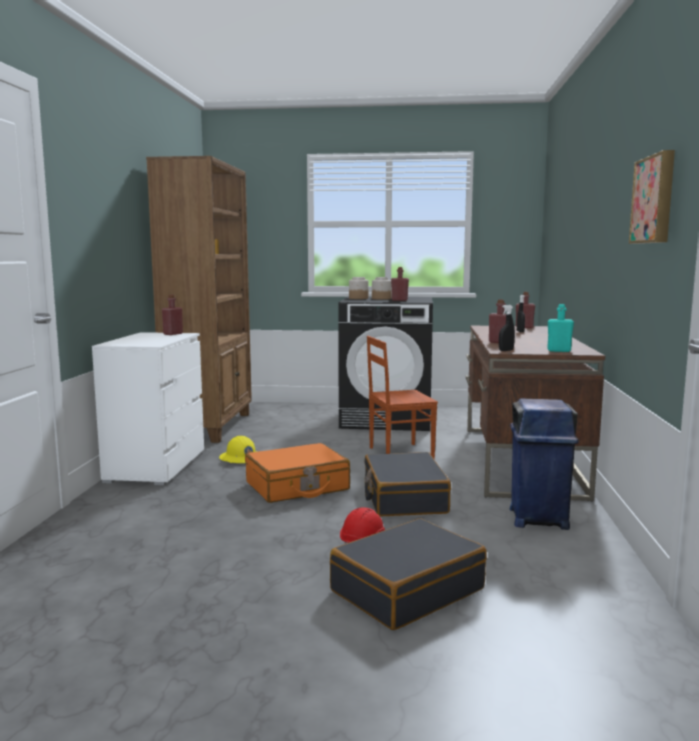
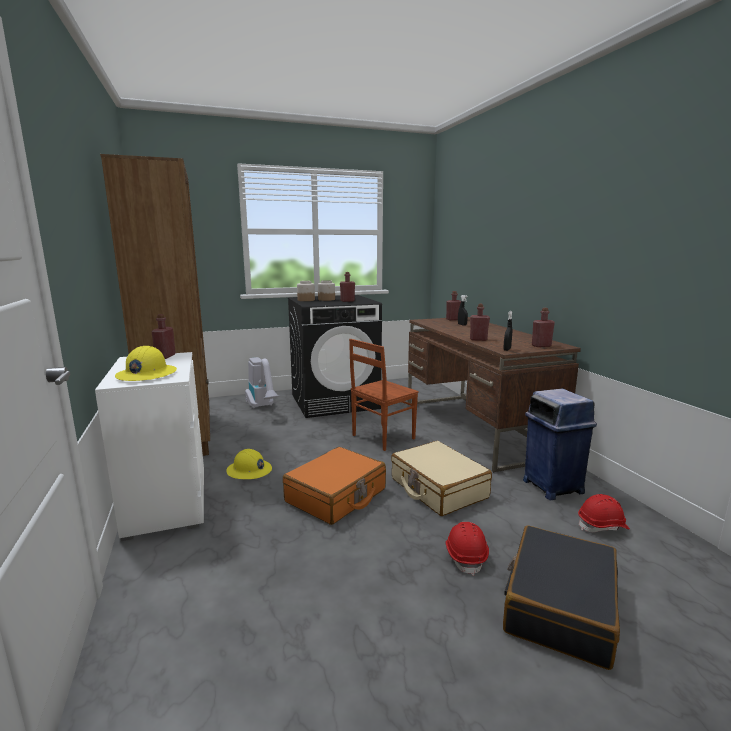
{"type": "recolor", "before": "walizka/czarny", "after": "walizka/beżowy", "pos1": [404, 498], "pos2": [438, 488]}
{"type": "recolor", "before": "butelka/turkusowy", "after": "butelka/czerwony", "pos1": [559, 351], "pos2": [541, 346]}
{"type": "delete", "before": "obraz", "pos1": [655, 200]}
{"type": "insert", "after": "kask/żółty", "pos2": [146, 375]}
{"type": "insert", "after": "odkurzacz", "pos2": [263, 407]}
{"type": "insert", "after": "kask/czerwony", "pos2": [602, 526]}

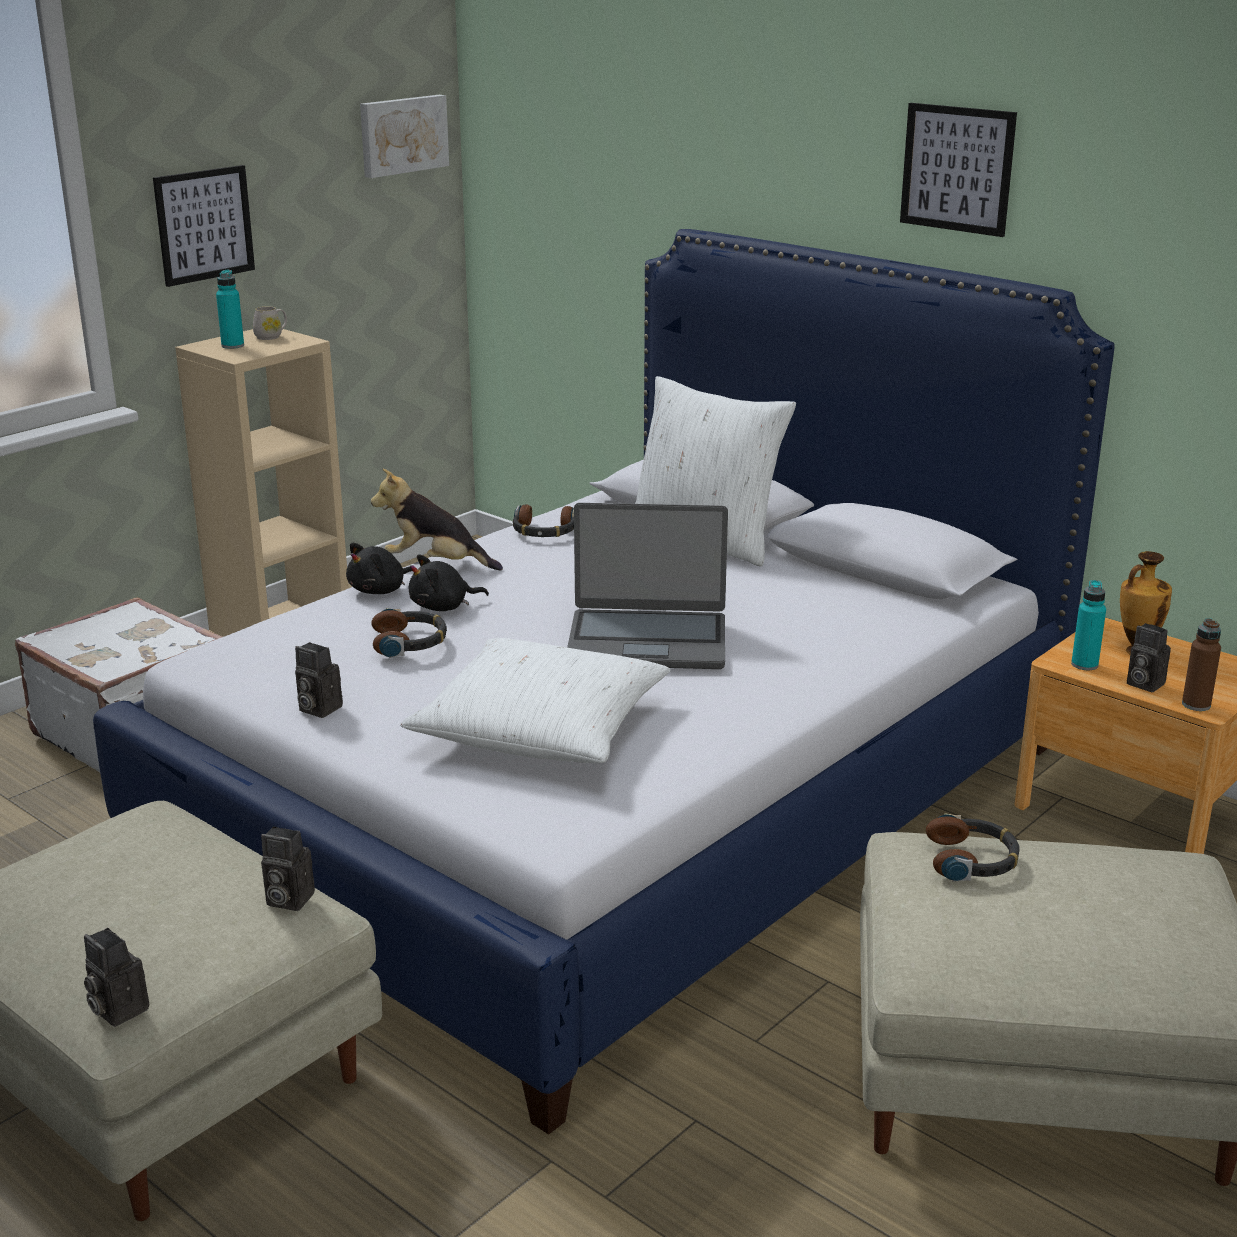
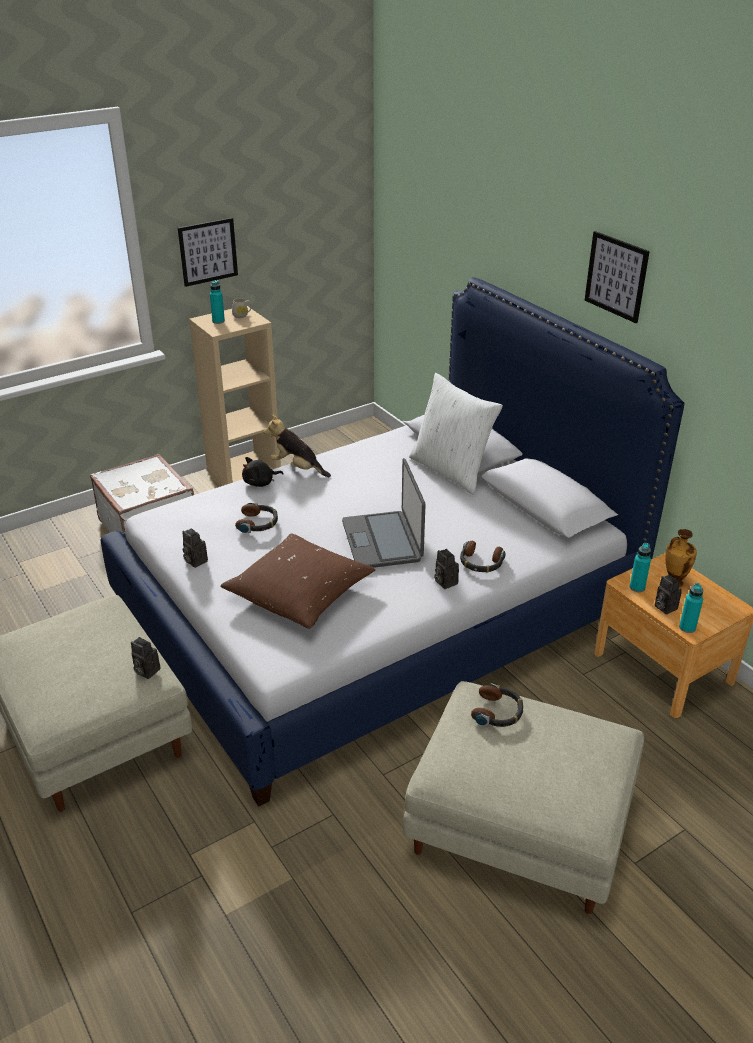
{"type": "move", "before": "aparat fotograficzny", "pos1": [116, 1009], "pos2": [444, 582]}
{"type": "delete", "before": "obraz", "pos1": [402, 135]}
{"type": "recolor", "before": "poduszka/biały", "after": "poduszka/brązowy", "pos1": [541, 728], "pos2": [300, 593]}
{"type": "delete", "before": "pluszak/czarny", "pos1": [443, 607]}
{"type": "move", "before": "słuchawki", "pos1": [544, 531], "pos2": [480, 563]}
{"type": "rotate", "before": "laptop", "pos1": [647, 641], "pos2": [382, 541], "turn": 60}
{"type": "recolor", "before": "butelka/brązowy", "after": "butelka/turkusowy", "pos1": [1196, 705], "pos2": [687, 628]}

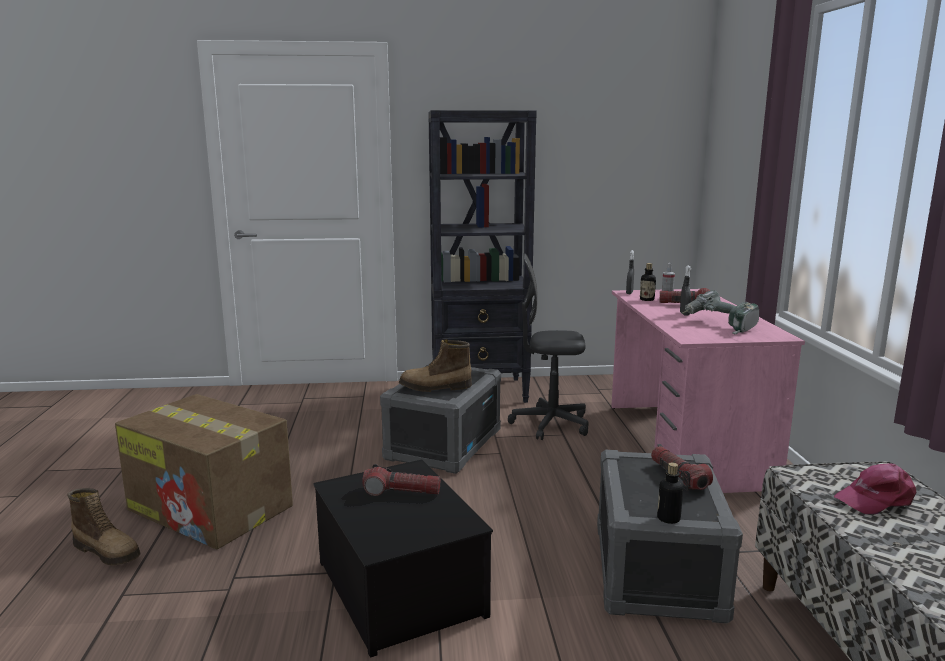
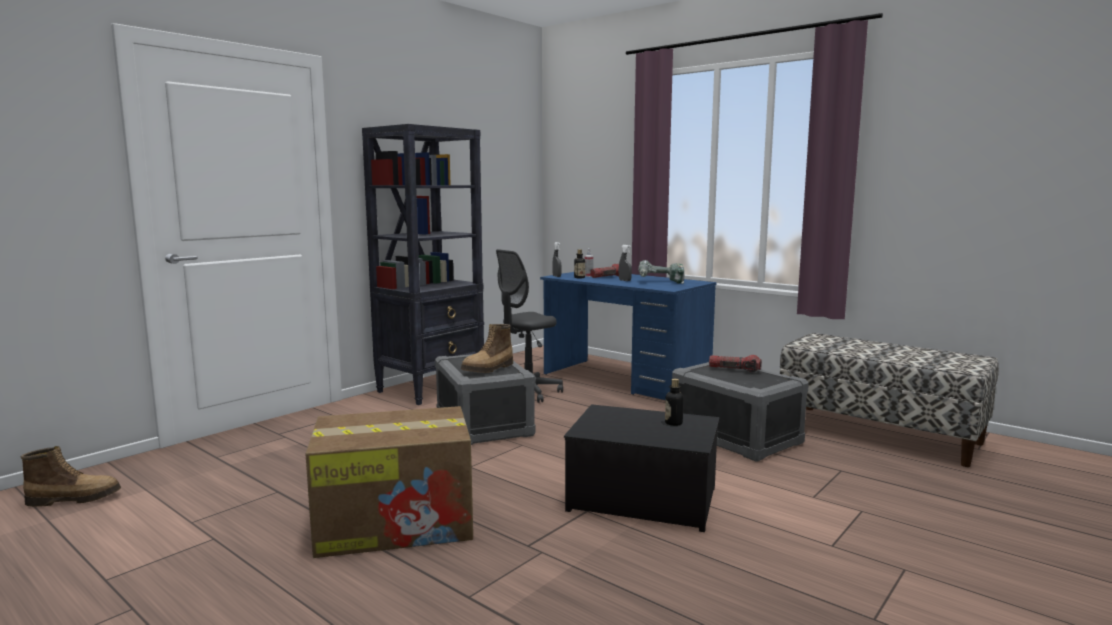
{"type": "move", "before": "but z cholewką", "pos1": [108, 552], "pos2": [75, 499]}
{"type": "delete", "before": "latarka", "pos1": [401, 492]}
{"type": "recolor", "before": "biurko/różowy", "after": "biurko/niebieski", "pos1": [685, 444], "pos2": [624, 380]}
{"type": "move", "before": "butelka", "pos1": [668, 518], "pos2": [673, 423]}
{"type": "delete", "before": "czapka z daszkiem/różowy", "pos1": [875, 499]}

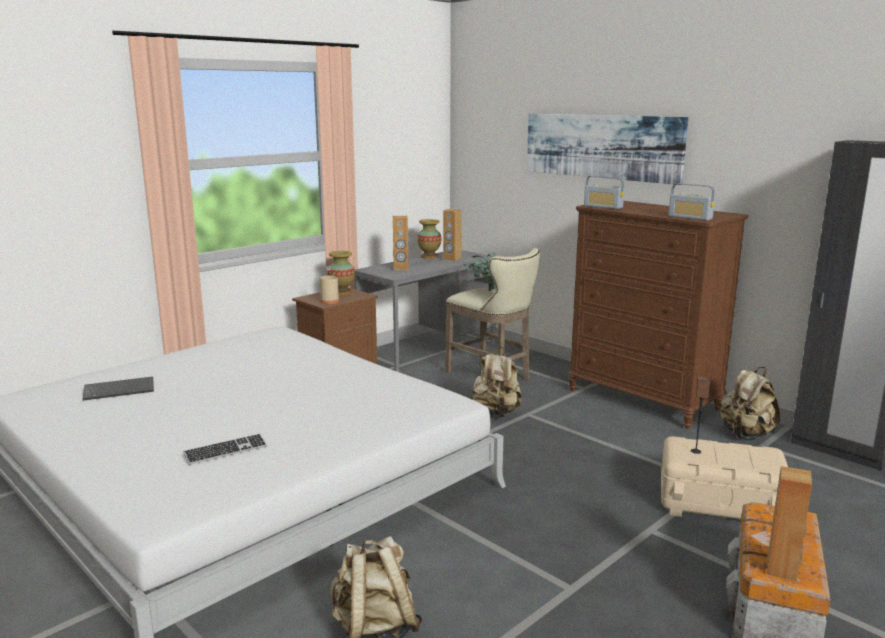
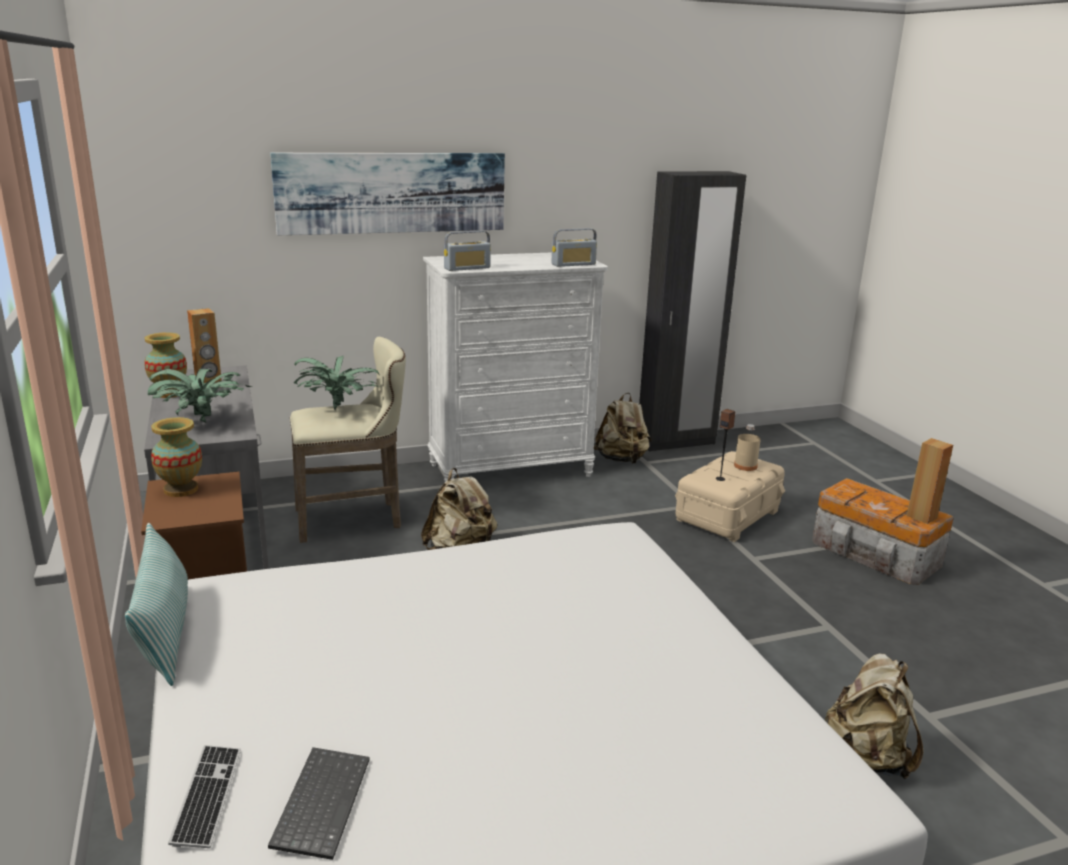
{"type": "move", "before": "klawiatura", "pos1": [226, 451], "pos2": [207, 797]}
{"type": "move", "before": "butelka/beżowy", "pos1": [329, 301], "pos2": [745, 466]}
{"type": "replace", "before": "głośnik/brązowy", "after": "roślina doniczkowa", "pos1": [400, 268], "pos2": [202, 421]}
{"type": "recolor", "before": "komoda/brązowy", "after": "komoda/biały", "pos1": [643, 399], "pos2": [510, 470]}
{"type": "insert", "after": "poduszka", "pos2": [165, 633]}

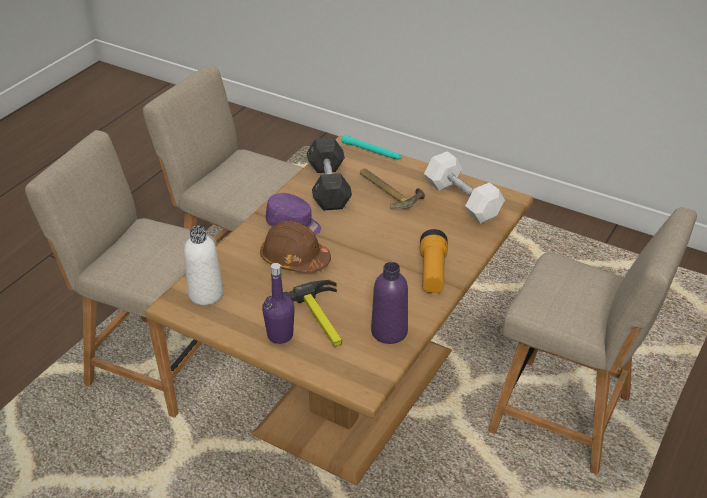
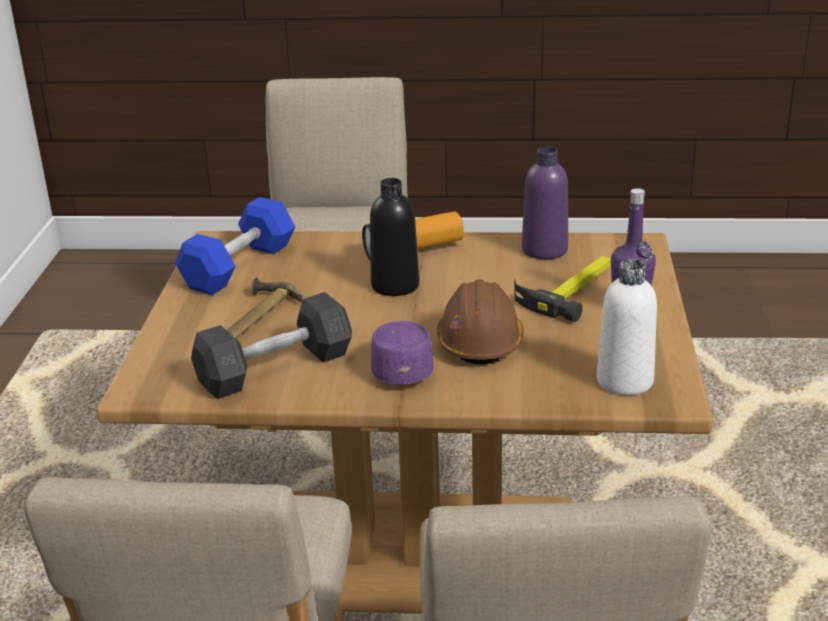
{"type": "delete", "before": "latarka/turkusowy", "pos1": [371, 151]}
{"type": "recolor", "before": "hantel/biały", "after": "hantel/niebieski", "pos1": [462, 200], "pos2": [239, 266]}
{"type": "insert", "after": "butelka/czarny", "pos2": [395, 286]}

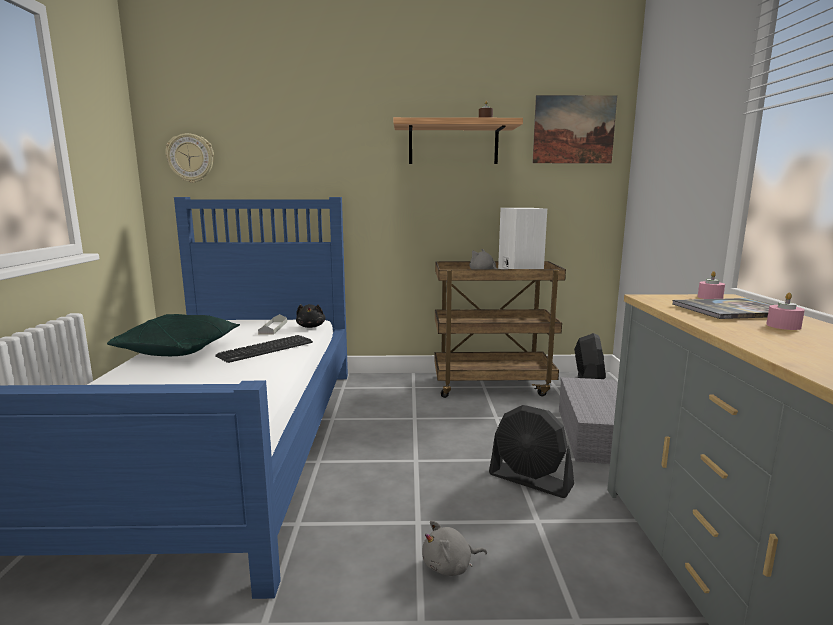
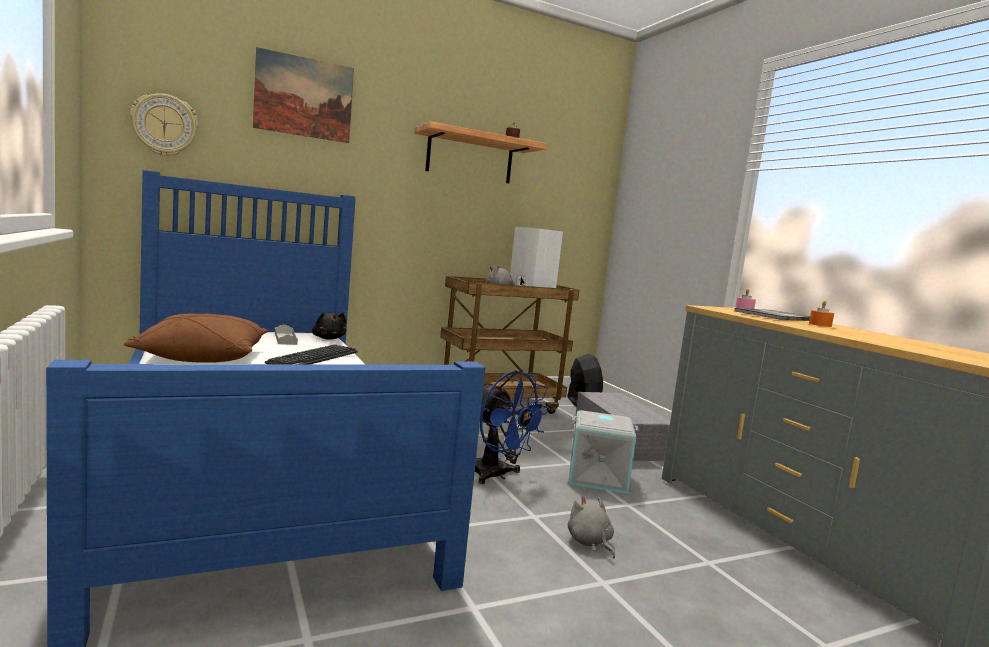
{"type": "recolor", "before": "poduszka/zielony", "after": "poduszka/brązowy", "pos1": [179, 349], "pos2": [203, 357]}
{"type": "rotate", "before": "pluszak/szary", "pos1": [450, 566], "pos2": [590, 543], "turn": 105}
{"type": "replace", "before": "wentylator/czarny", "after": "pojemnik do przechowywania/szary", "pos1": [530, 480], "pos2": [598, 477]}
{"type": "move", "before": "obraz", "pos1": [573, 130], "pos2": [304, 97]}
{"type": "recolor", "before": "świeca/różowy", "after": "świeca/pomarańczowy", "pos1": [783, 326], "pos2": [820, 325]}
{"type": "insert", "after": "wentylator/niebieski", "pos2": [496, 475]}

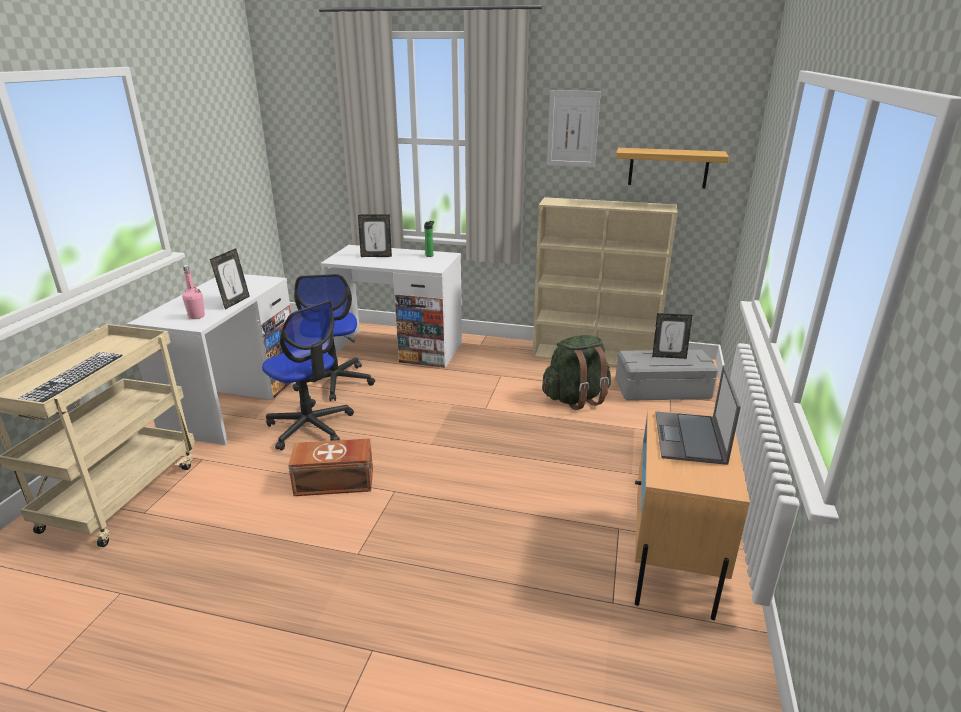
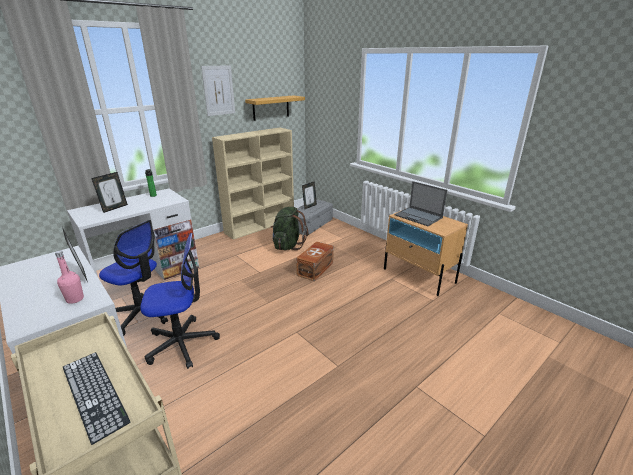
{"type": "move", "before": "pojemnik do przechowywania/brązowy", "pos1": [335, 482], "pos2": [316, 268]}

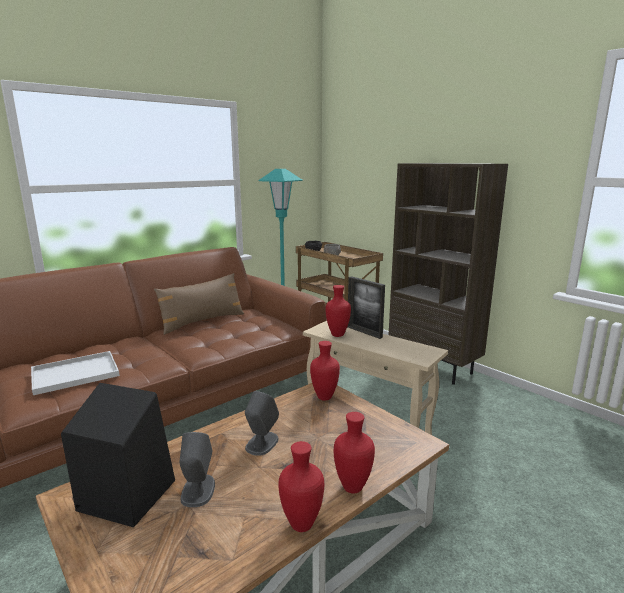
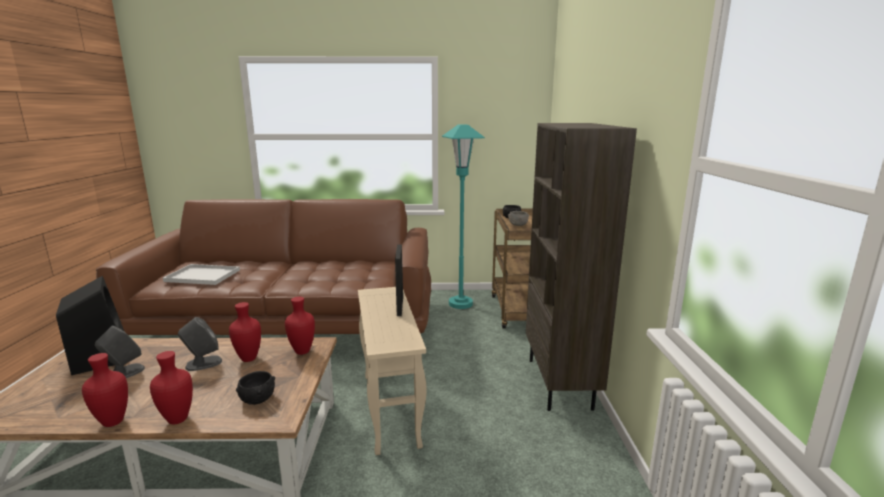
{"type": "delete", "before": "poduszka/brązowy", "pos1": [202, 321]}
{"type": "move", "before": "wazon/czerwony", "pos1": [337, 335], "pos2": [247, 359]}
{"type": "insert", "after": "miska/czarny", "pos2": [257, 398]}

